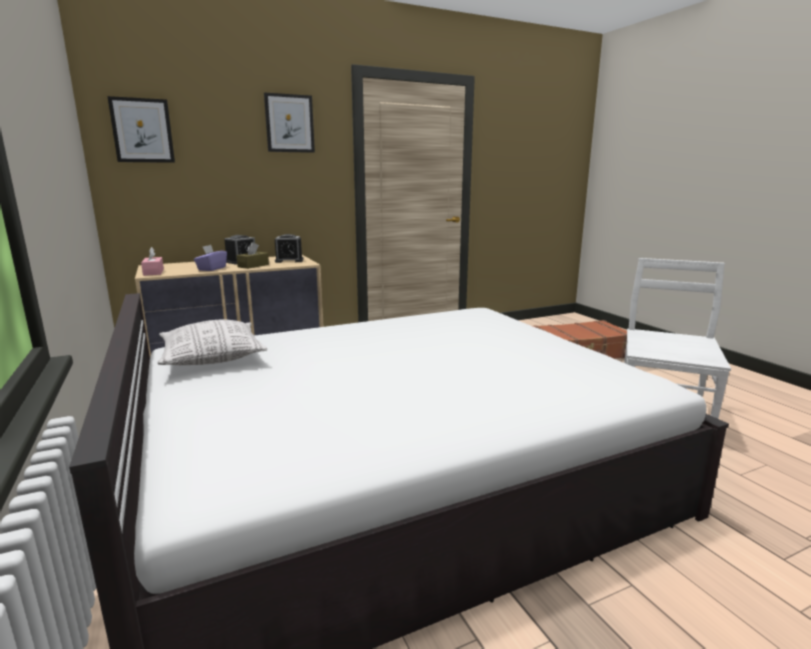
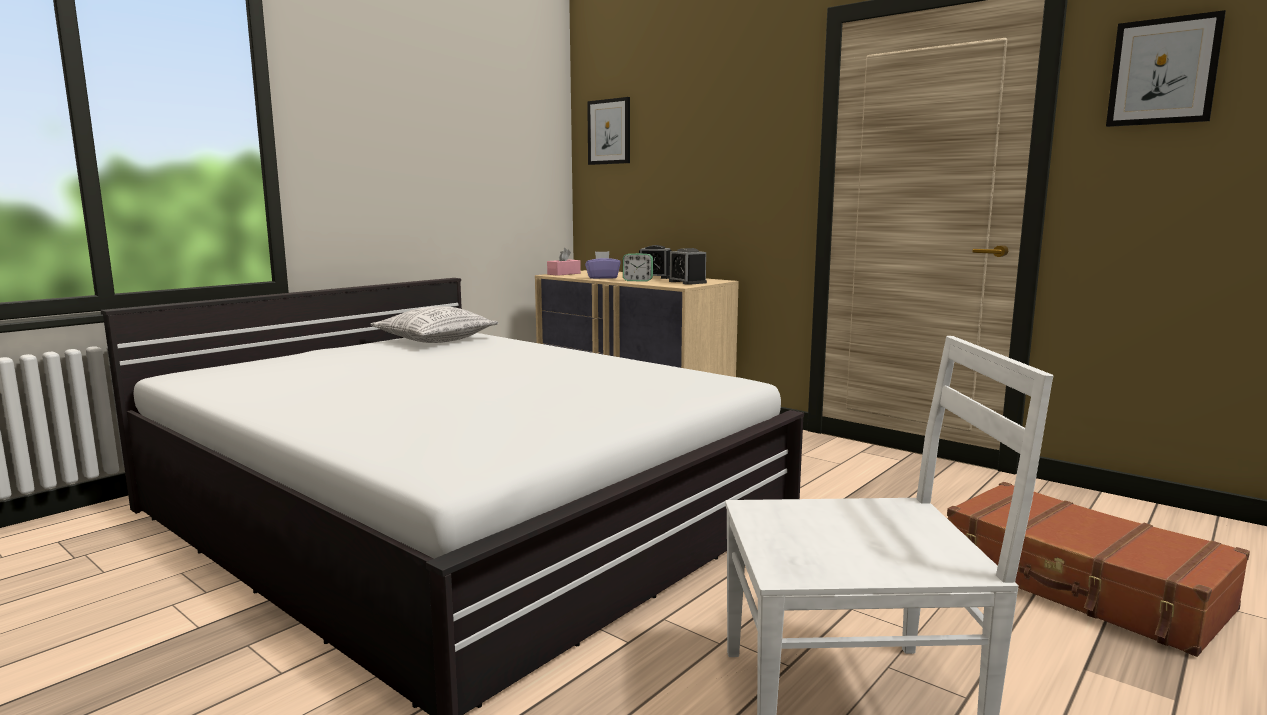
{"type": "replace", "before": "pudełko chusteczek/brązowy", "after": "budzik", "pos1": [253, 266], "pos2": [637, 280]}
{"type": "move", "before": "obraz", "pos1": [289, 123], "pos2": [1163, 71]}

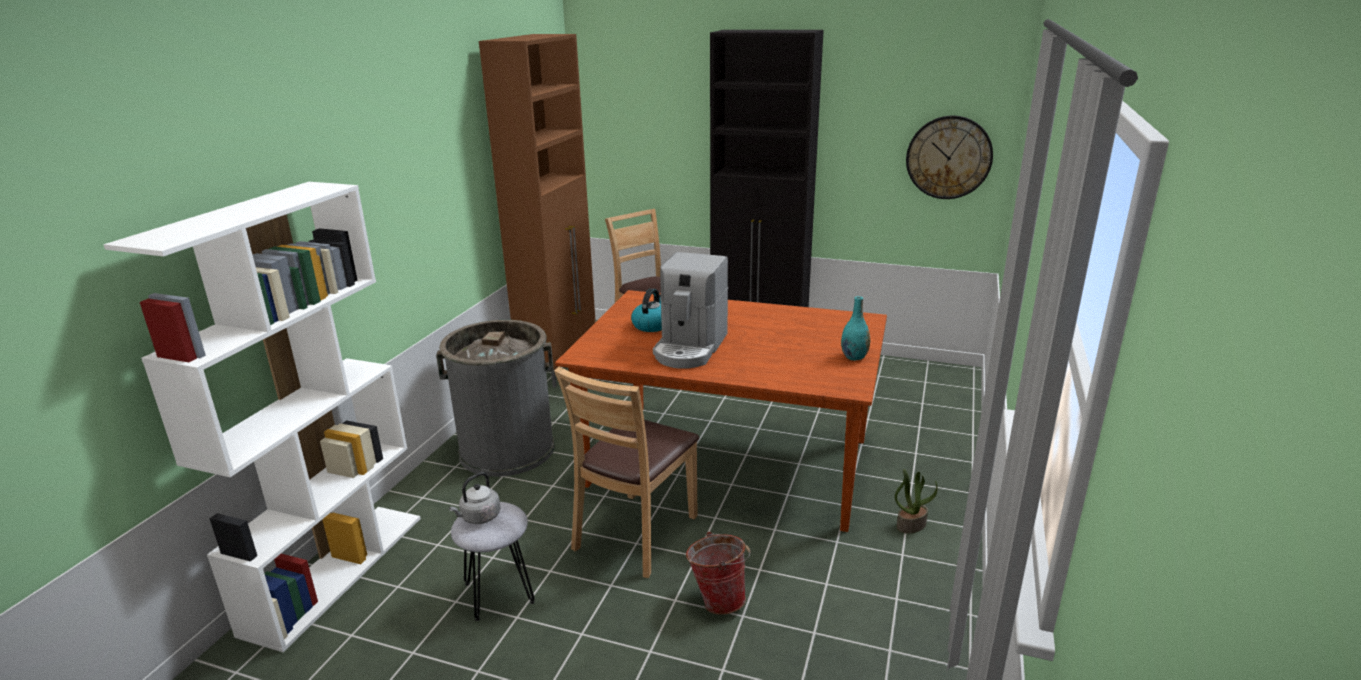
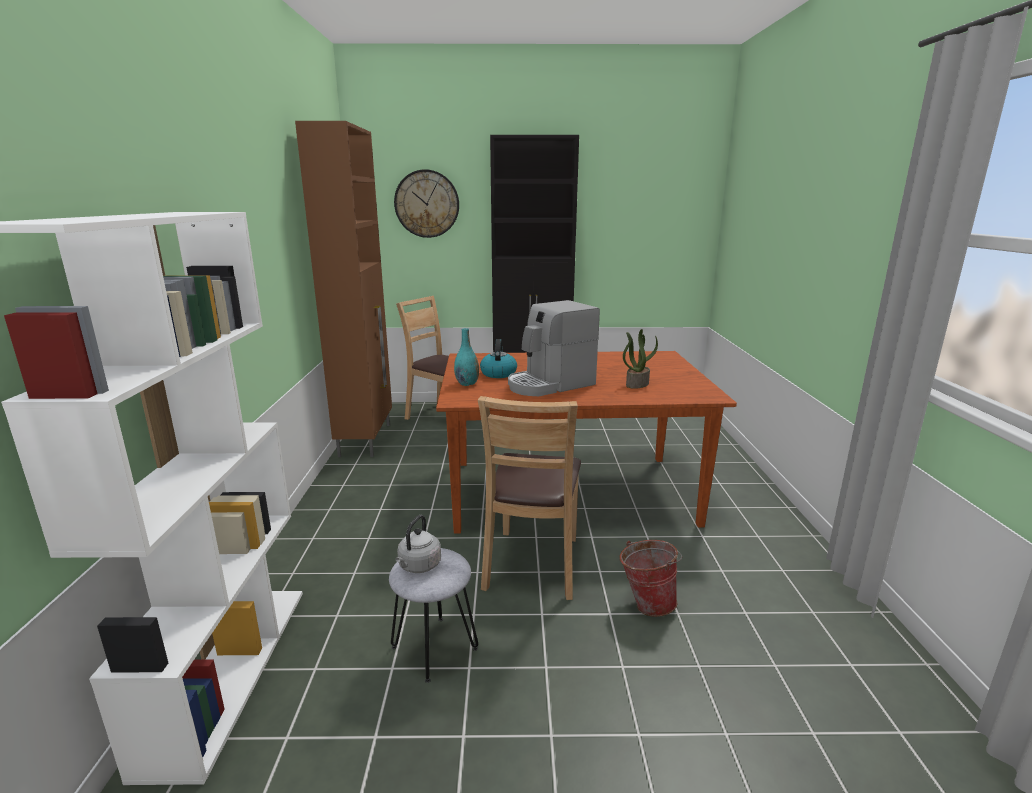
{"type": "delete", "before": "kosz na śmieci/szary", "pos1": [507, 449]}
{"type": "rotate", "before": "ekspres do kawy", "pos1": [690, 348], "pos2": [550, 384], "turn": 60}
{"type": "move", "before": "wazon/turkusowy", "pos1": [854, 357], "pos2": [467, 383]}
{"type": "move", "before": "roślina doniczkowa", "pos1": [911, 525], "pos2": [637, 384]}
{"type": "move", "before": "zegar ścienny", "pos1": [948, 157], "pos2": [427, 204]}

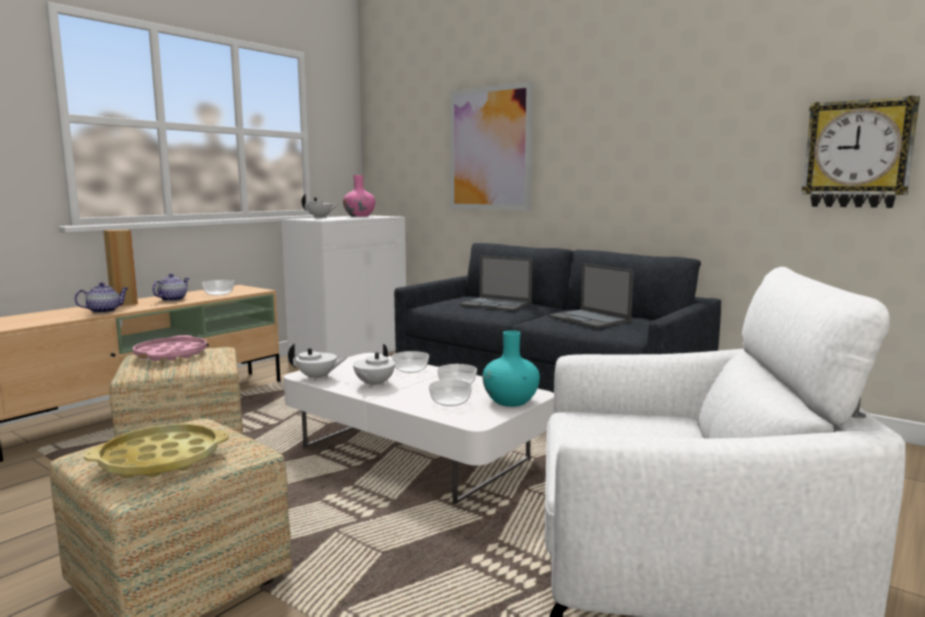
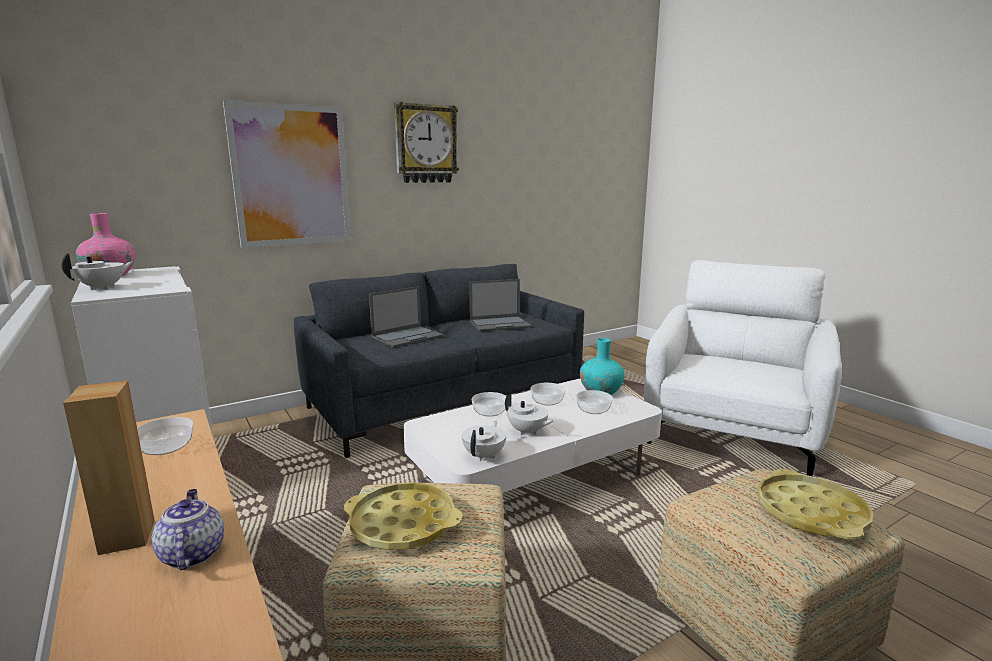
{"type": "recolor", "before": "taca/różowy", "after": "taca/żółty", "pos1": [171, 354], "pos2": [403, 524]}
{"type": "delete", "before": "imbryk", "pos1": [173, 299]}
{"type": "move", "before": "zegar ścienny", "pos1": [858, 154], "pos2": [425, 144]}

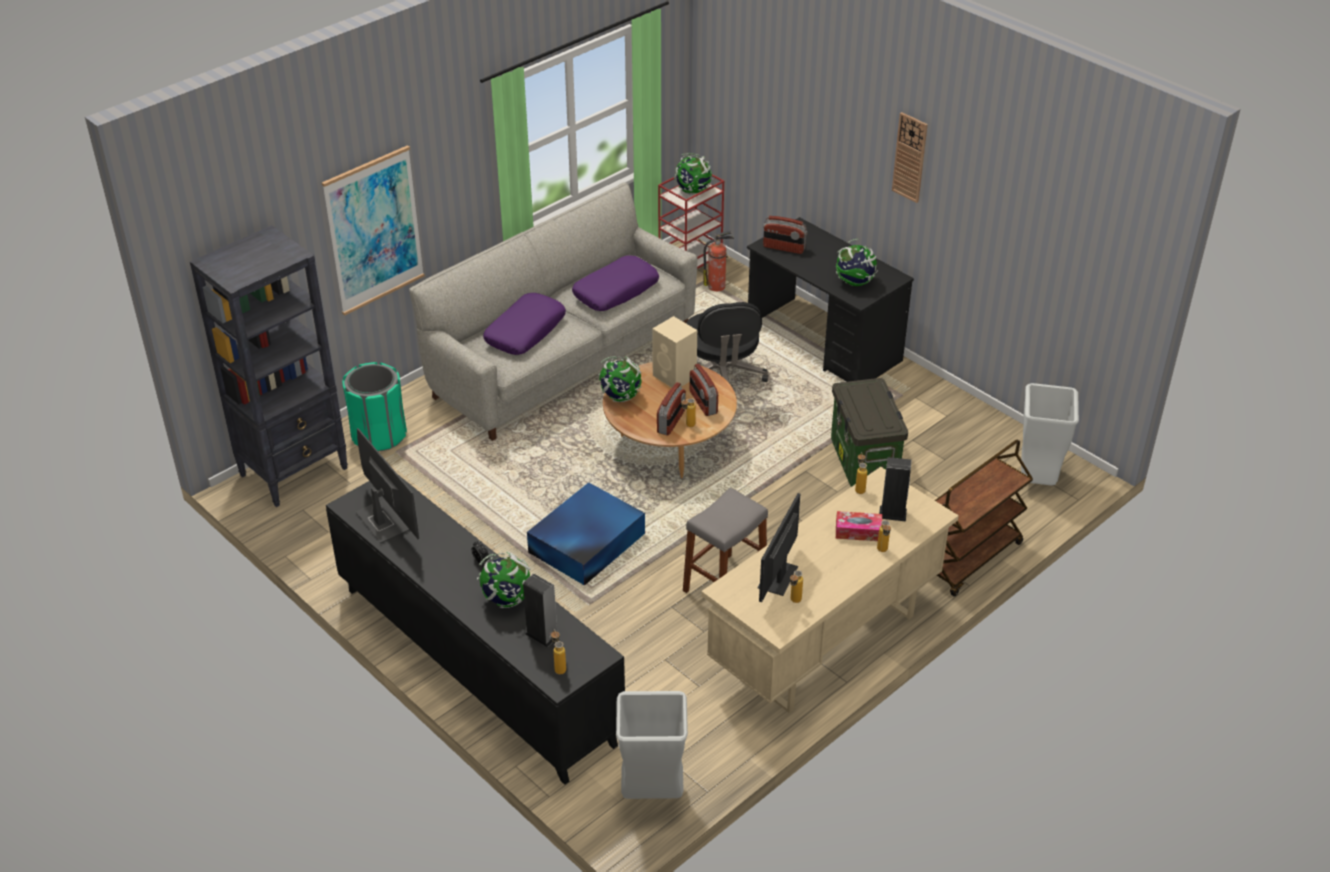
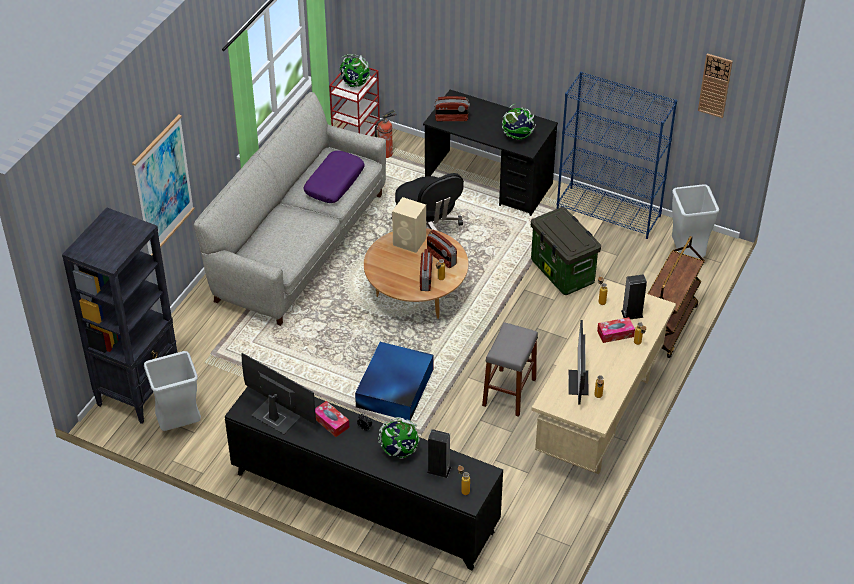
{"type": "delete", "before": "kosz na śmieci/zielony", "pos1": [379, 435]}
{"type": "delete", "before": "poduszka/fioletowy", "pos1": [525, 331]}
{"type": "delete", "before": "globus", "pos1": [620, 396]}
{"type": "move", "before": "kosz na śmieci/szary", "pos1": [651, 795], "pos2": [179, 425]}
{"type": "move", "before": "zegar ścienny", "pos1": [910, 157], "pos2": [715, 85]}
{"type": "insert", "after": "pudełko chusteczek", "pos2": [331, 422]}
{"type": "insert", "after": "regał/niebieski", "pos2": [609, 212]}

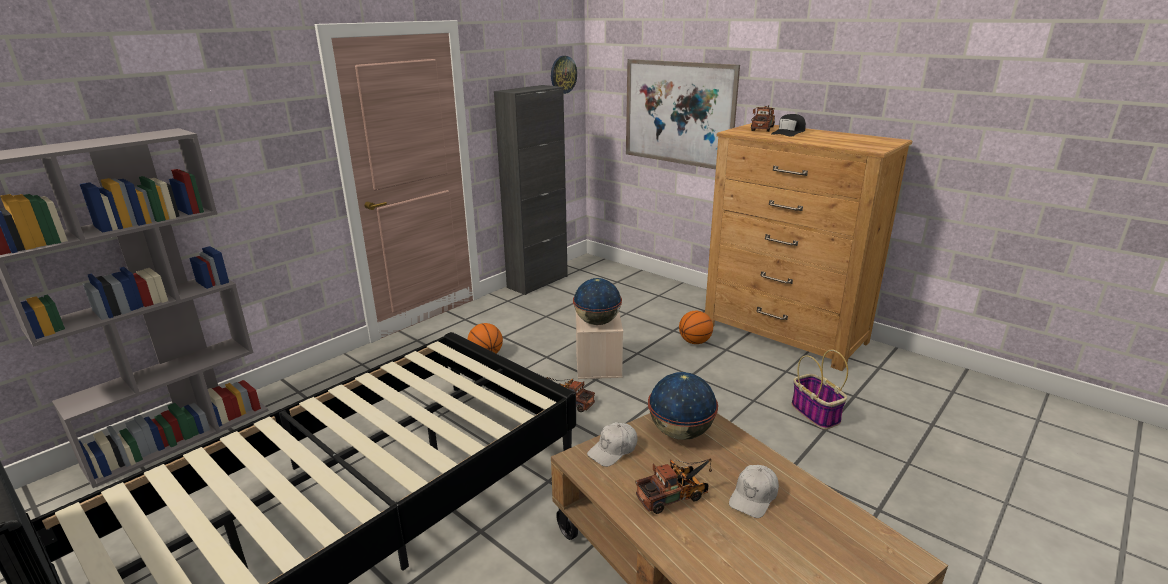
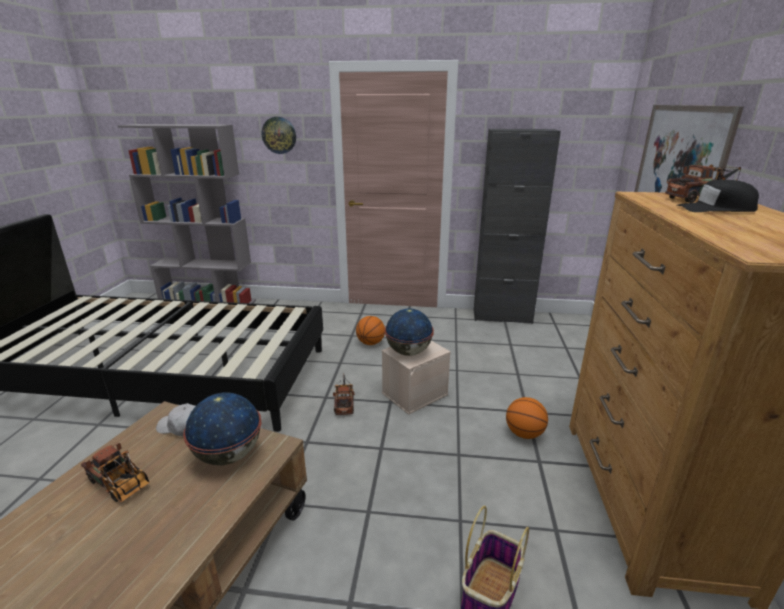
{"type": "move", "before": "zegar ścienny", "pos1": [563, 74], "pos2": [279, 135]}
{"type": "delete", "before": "czapka z daszkiem/biały", "pos1": [754, 497]}

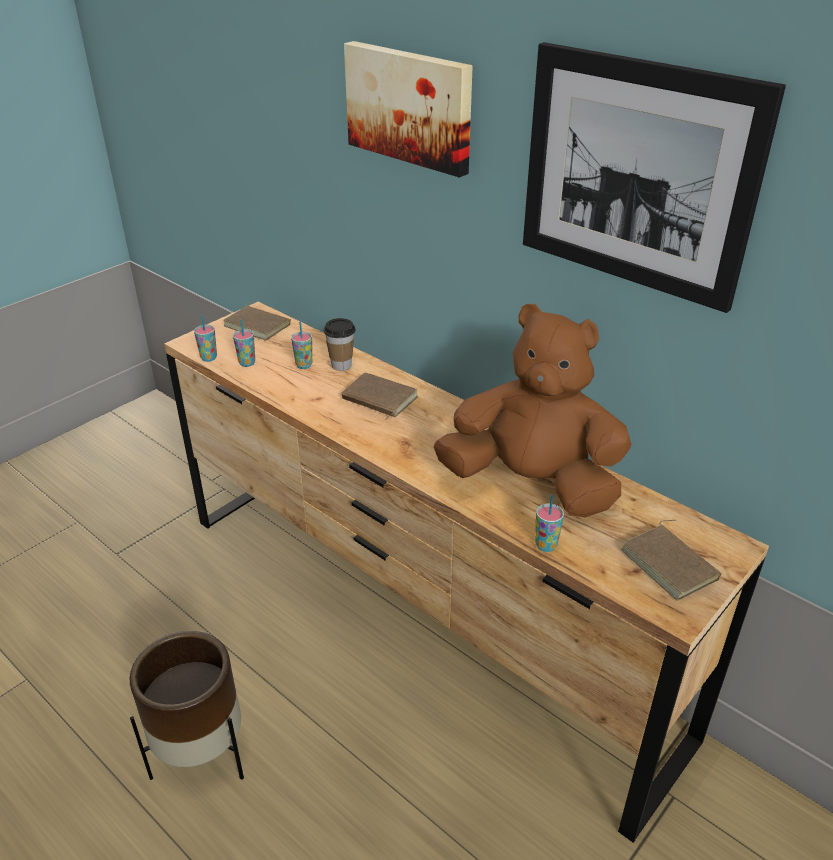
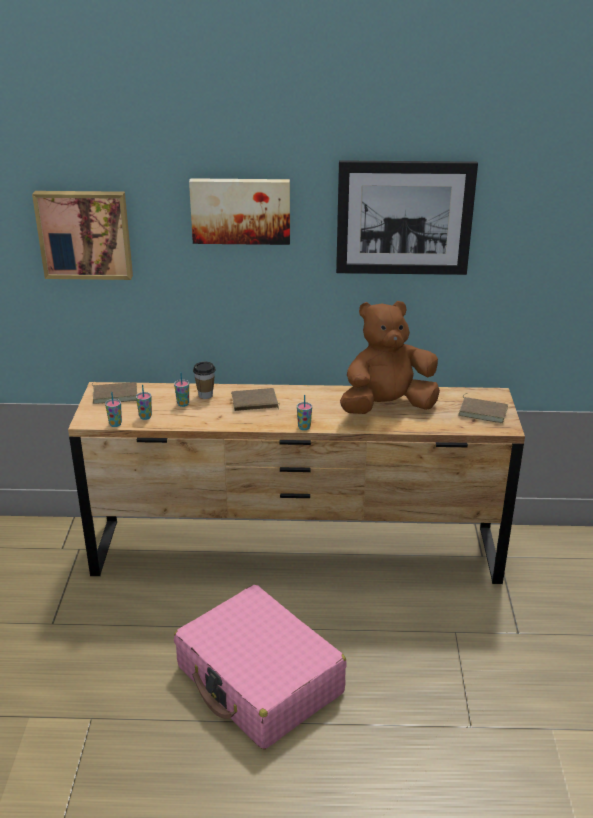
{"type": "replace", "before": "donica/brązowy", "after": "walizka/różowy", "pos1": [202, 755], "pos2": [259, 681]}
{"type": "move", "before": "filiżanka", "pos1": [546, 545], "pos2": [304, 427]}
{"type": "insert", "after": "obraz", "pos2": [85, 234]}

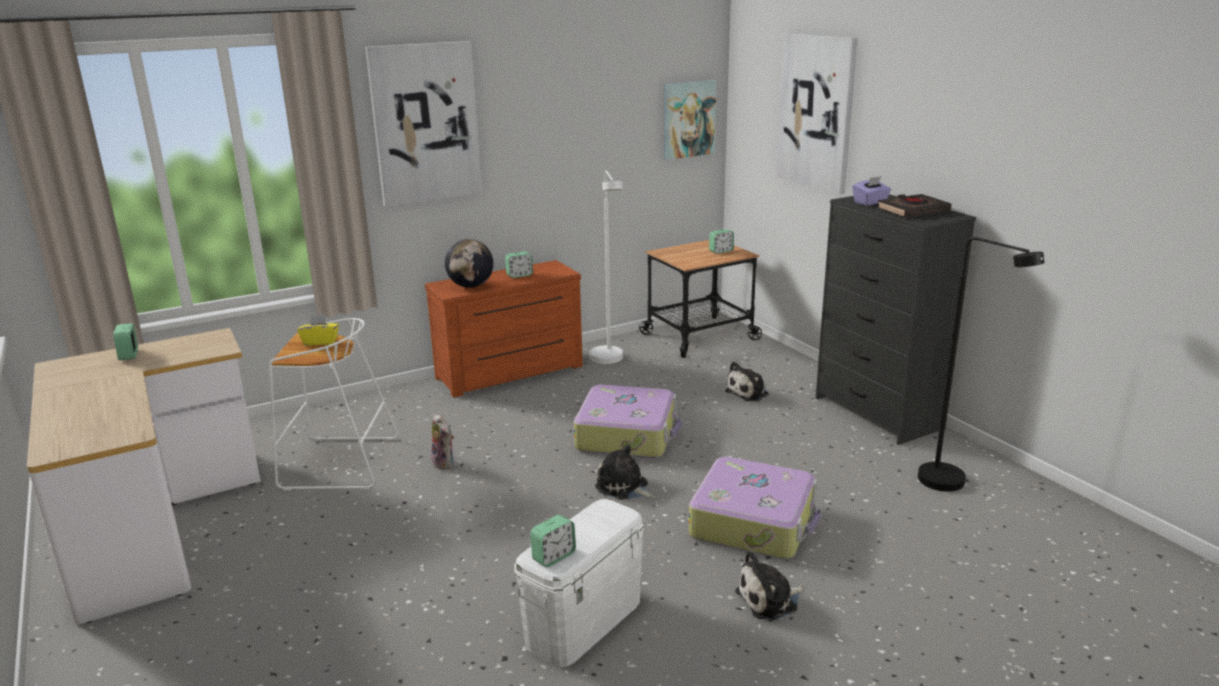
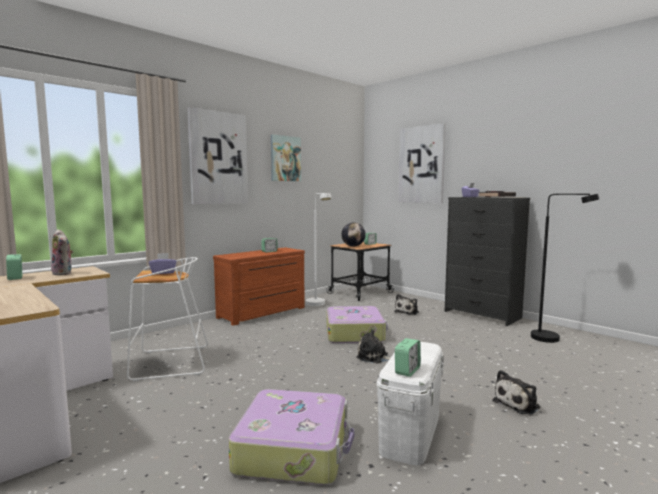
{"type": "recolor", "before": "pudełko chusteczek/żółty", "after": "pudełko chusteczek/fioletowy", "pos1": [320, 342], "pos2": [163, 272]}
{"type": "move", "before": "pluszak", "pos1": [445, 463], "pos2": [64, 273]}
{"type": "move", "before": "globus", "pos1": [470, 286], "pos2": [353, 246]}
{"type": "move", "before": "obraz", "pos1": [688, 119], "pos2": [285, 158]}
{"type": "move", "before": "walizka", "pos1": [754, 522], "pos2": [294, 449]}

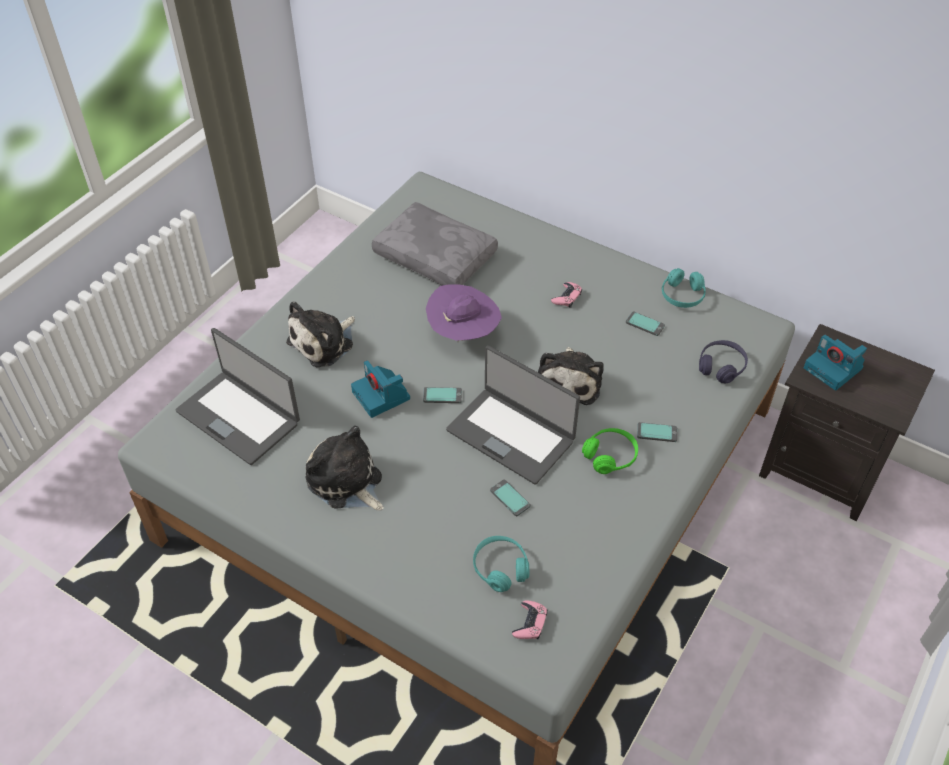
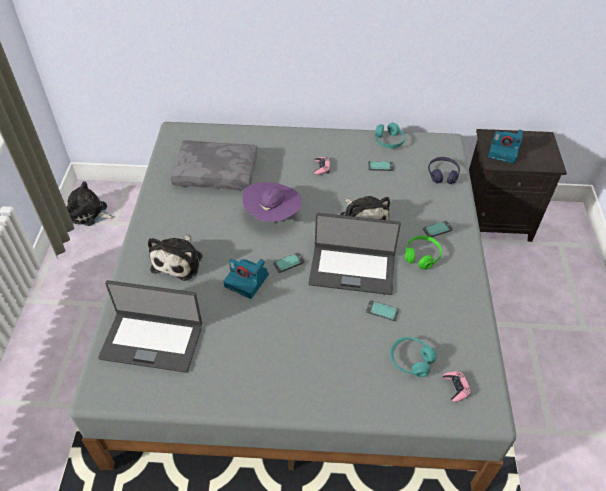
{"type": "move", "before": "pluszak", "pos1": [346, 482], "pos2": [89, 213]}

